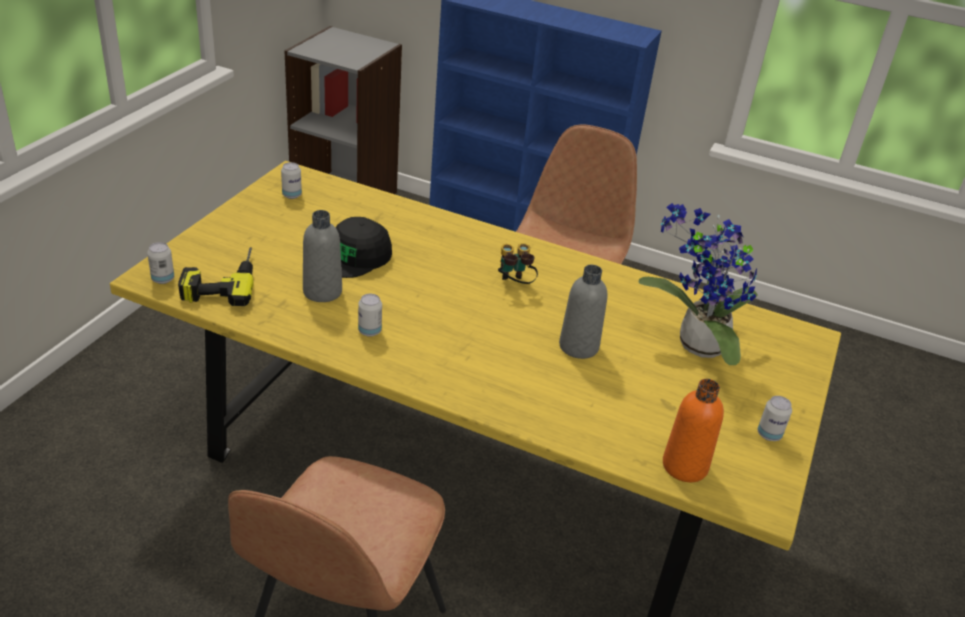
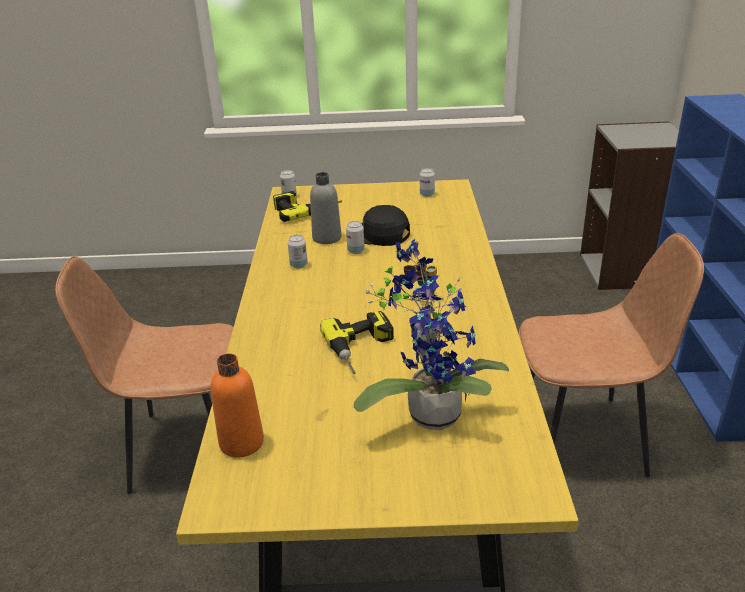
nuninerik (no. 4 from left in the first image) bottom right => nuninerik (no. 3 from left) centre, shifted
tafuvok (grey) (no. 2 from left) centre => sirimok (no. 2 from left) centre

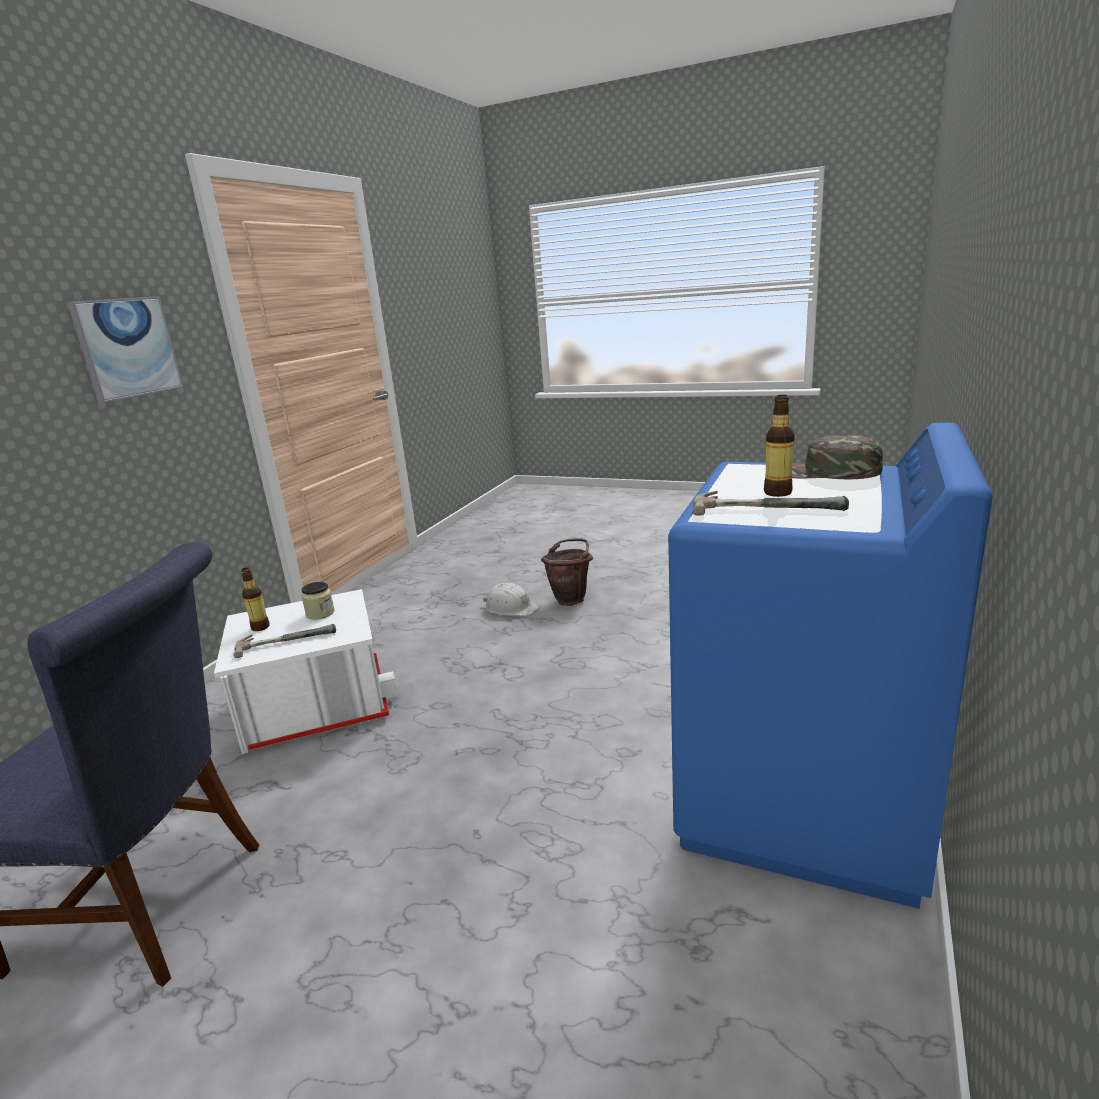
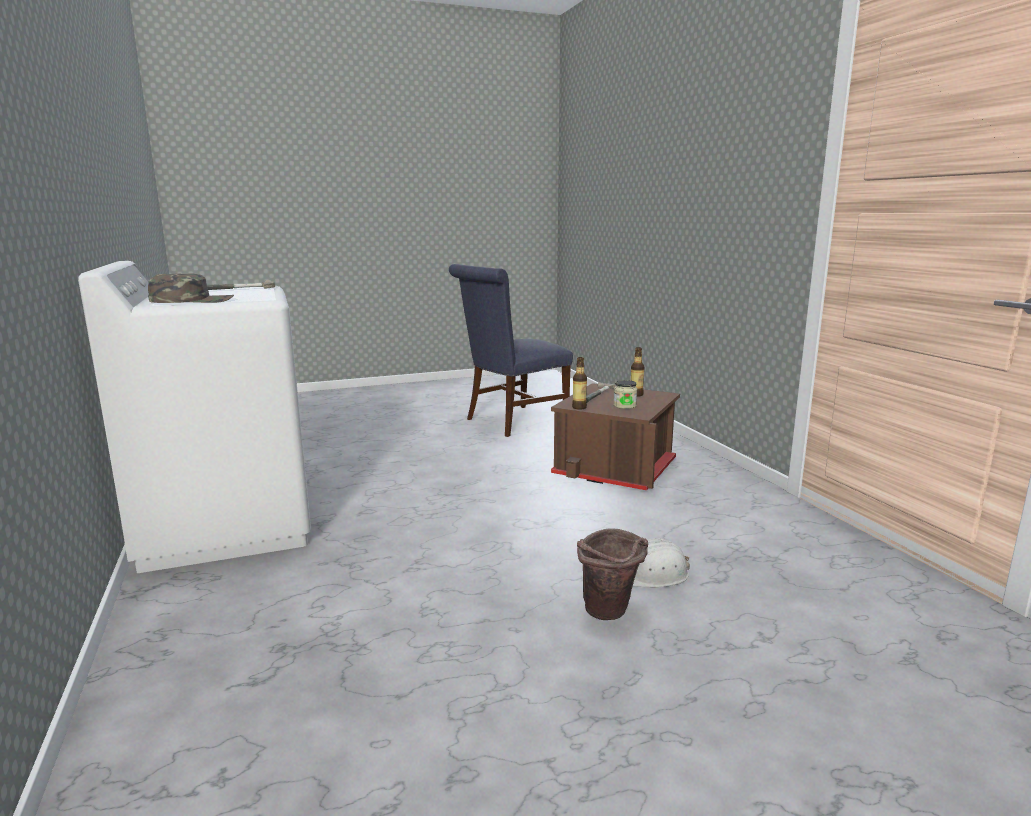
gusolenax top left => nothing
tafuvok (no. 2 from left in the first image) middle right => tafuvok (no. 1 from left) centre, shifted
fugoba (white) middle left => fugoba (brown) centre
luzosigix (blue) middle right => luzosigix (white) middle left

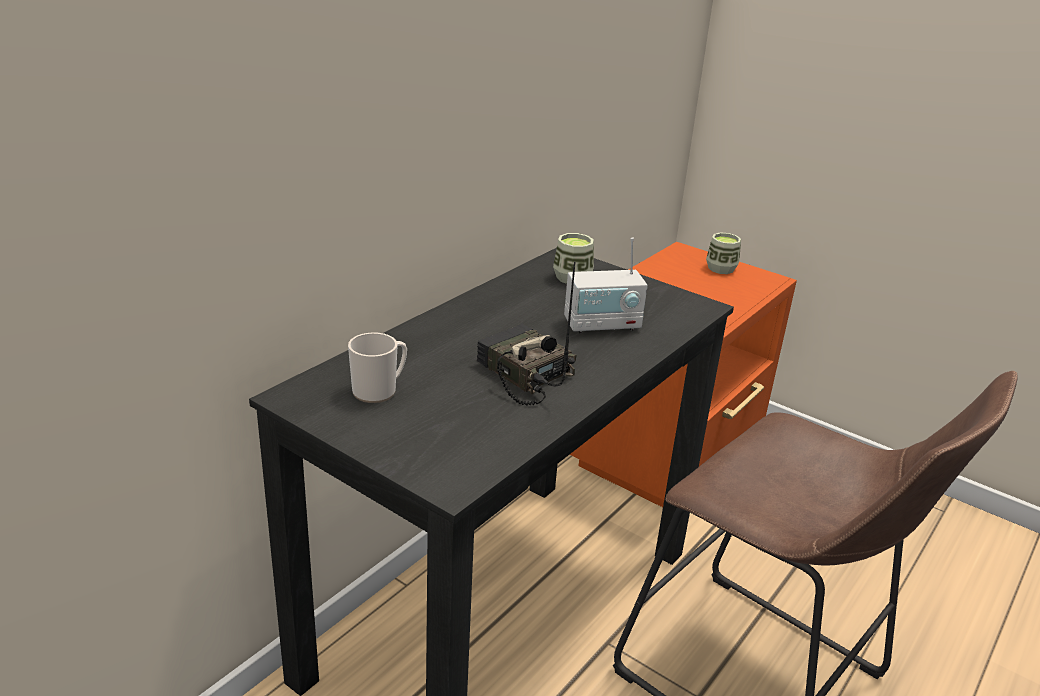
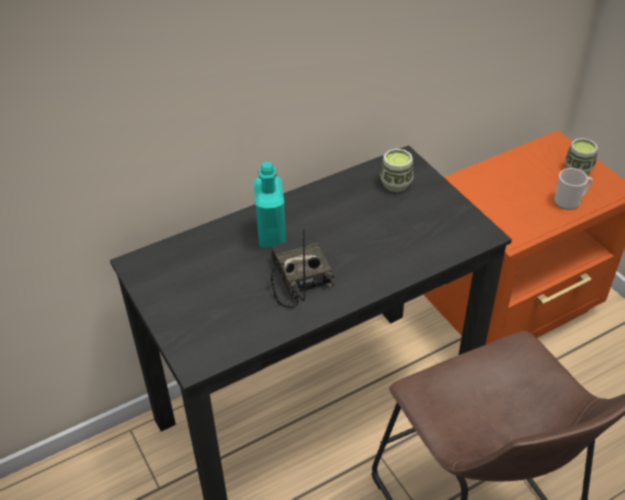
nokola (no. 2 from left) centre => nothing
nothing => tafuvok (turquoise) centre
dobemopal centre => dobemopal middle right, shifted

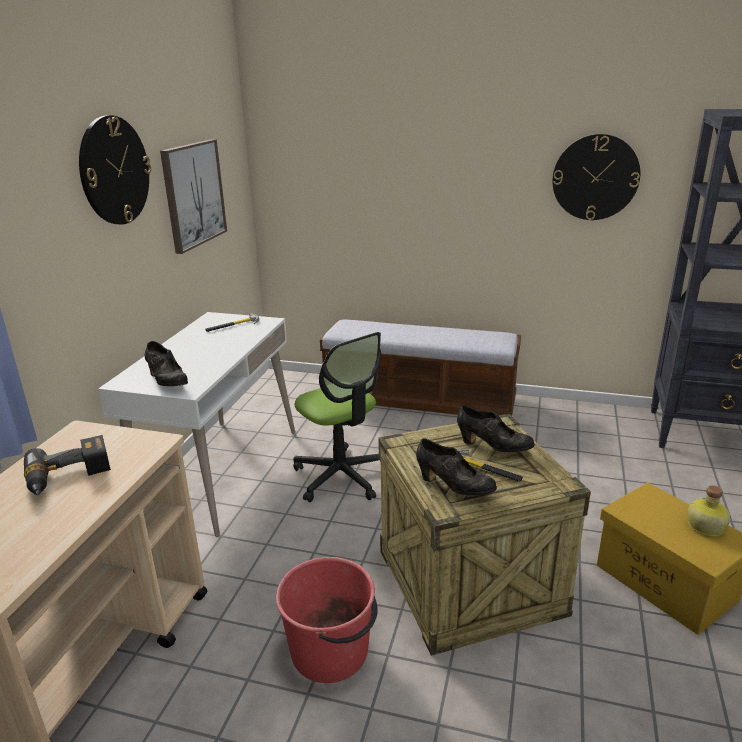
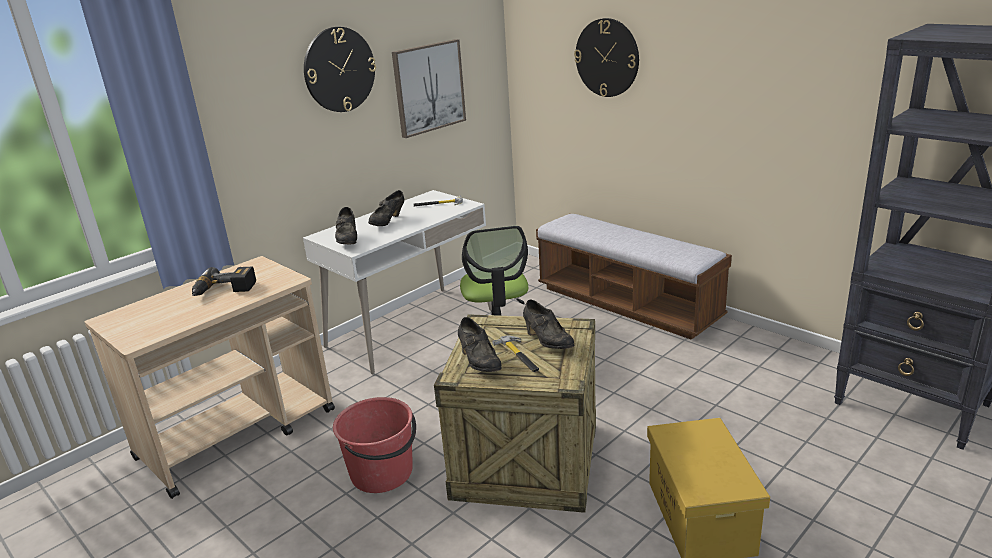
tafuvok bottom right => nothing
nothing => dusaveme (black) (no. 2 from left) centre
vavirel (no. 2 from left) top right => vavirel (no. 2 from left) top centre, shifted

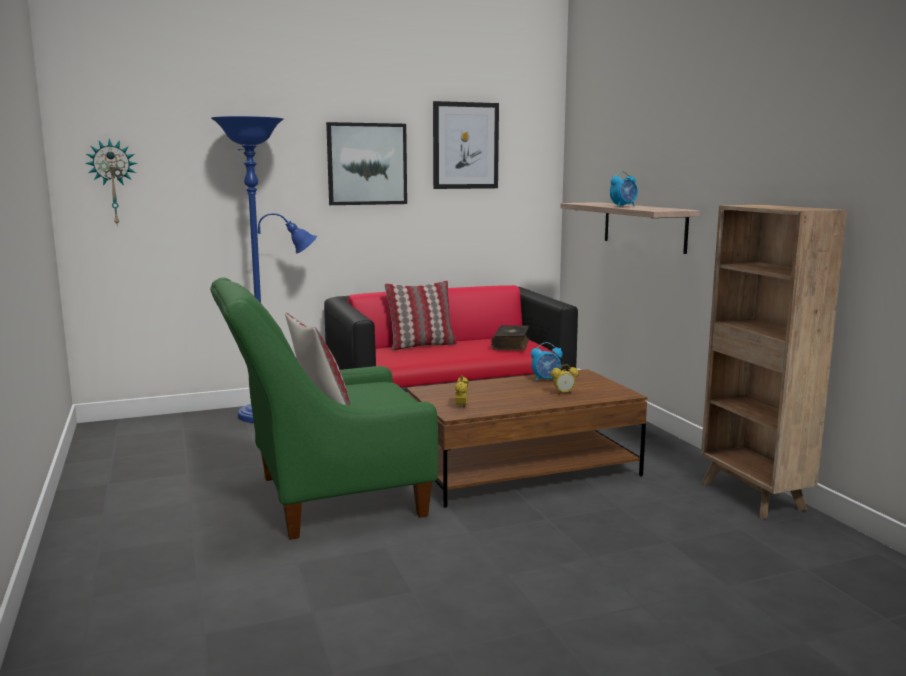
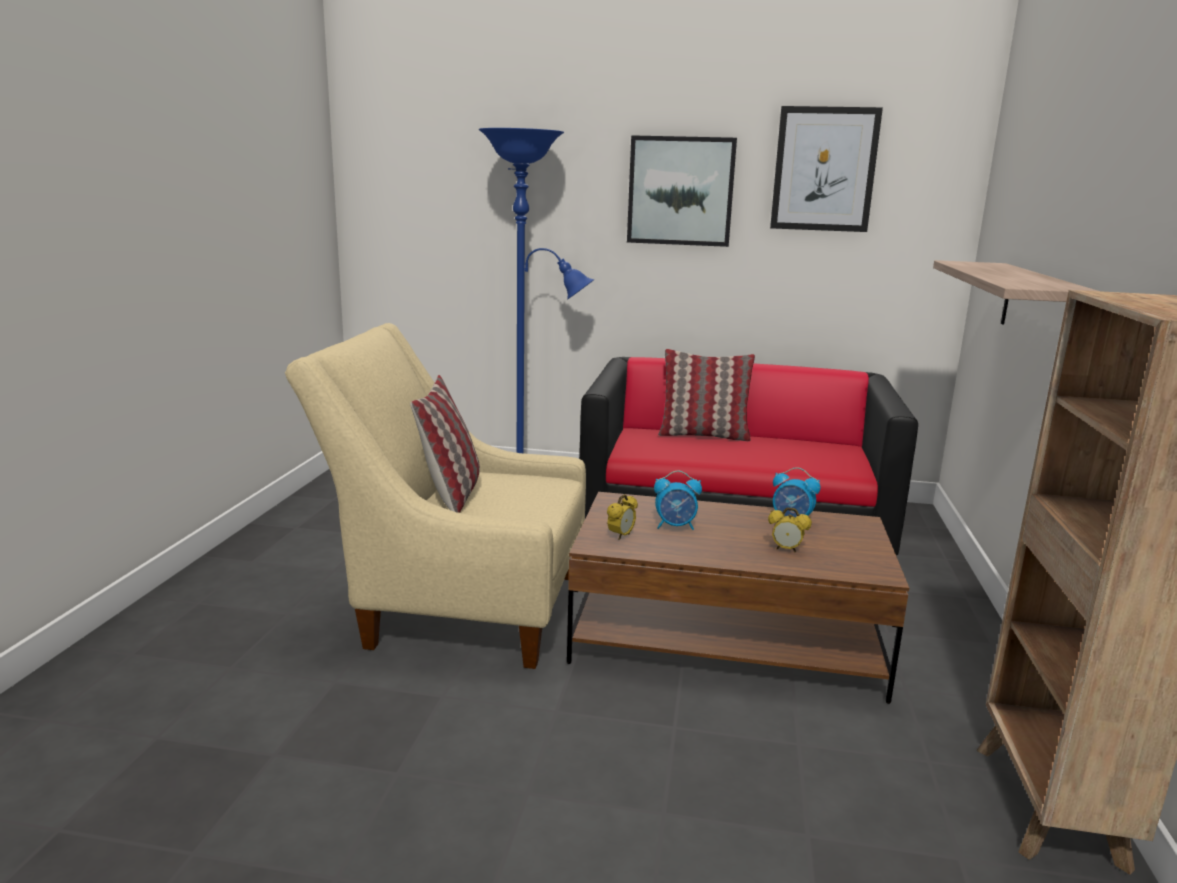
vavirel top left => nothing
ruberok centre => nothing
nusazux (no. 4 from left in the first image) top right => nusazux (no. 2 from left) centre, shifted
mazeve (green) centre => mazeve (beige) centre

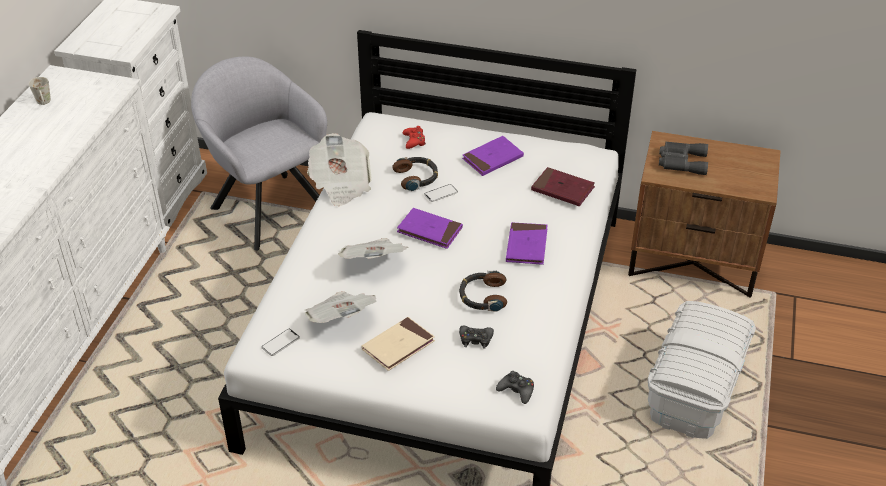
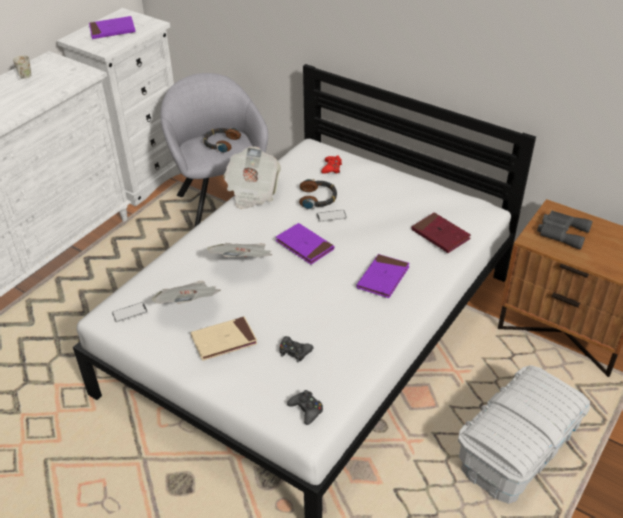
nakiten (no. 2 from left in the first image) centre => nakiten (no. 1 from left) top centre, shifted
ruberok (purple) (no. 2 from left in the first image) top centre => ruberok (purple) (no. 1 from left) top left, shifted

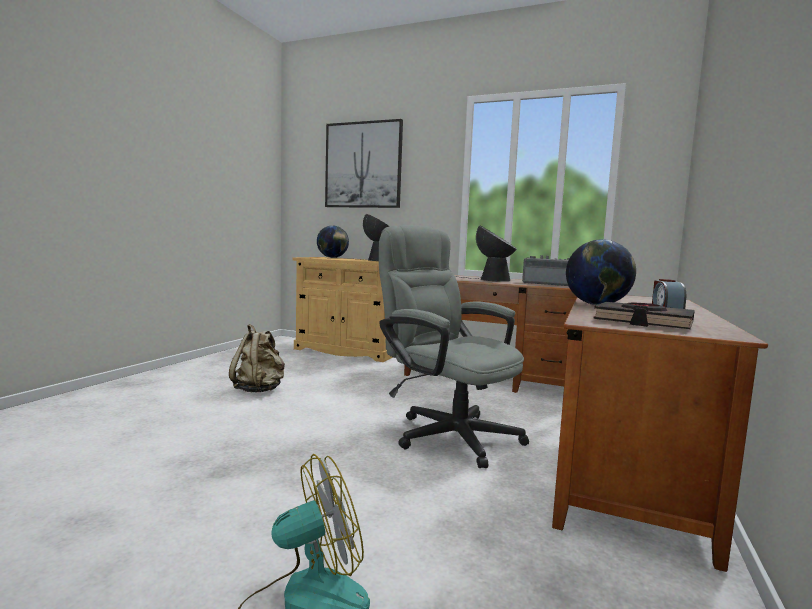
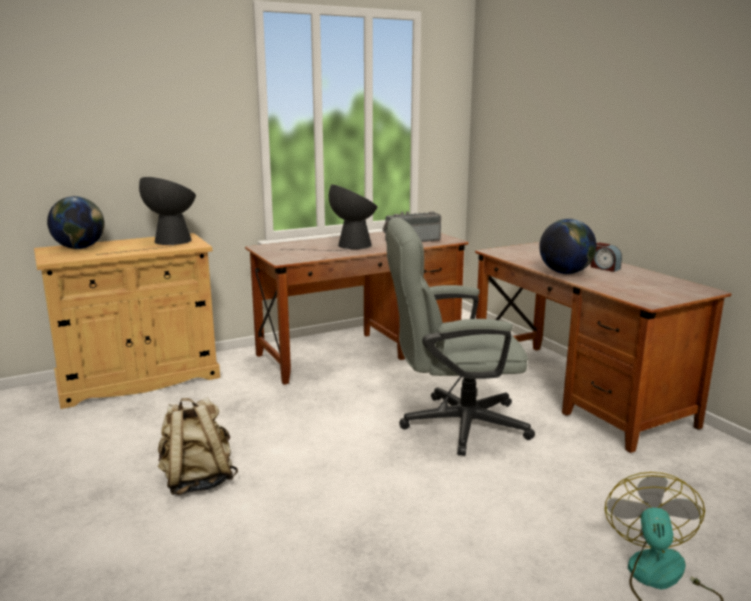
gusolenax top centre => nothing
ruberok (black) middle right => nothing

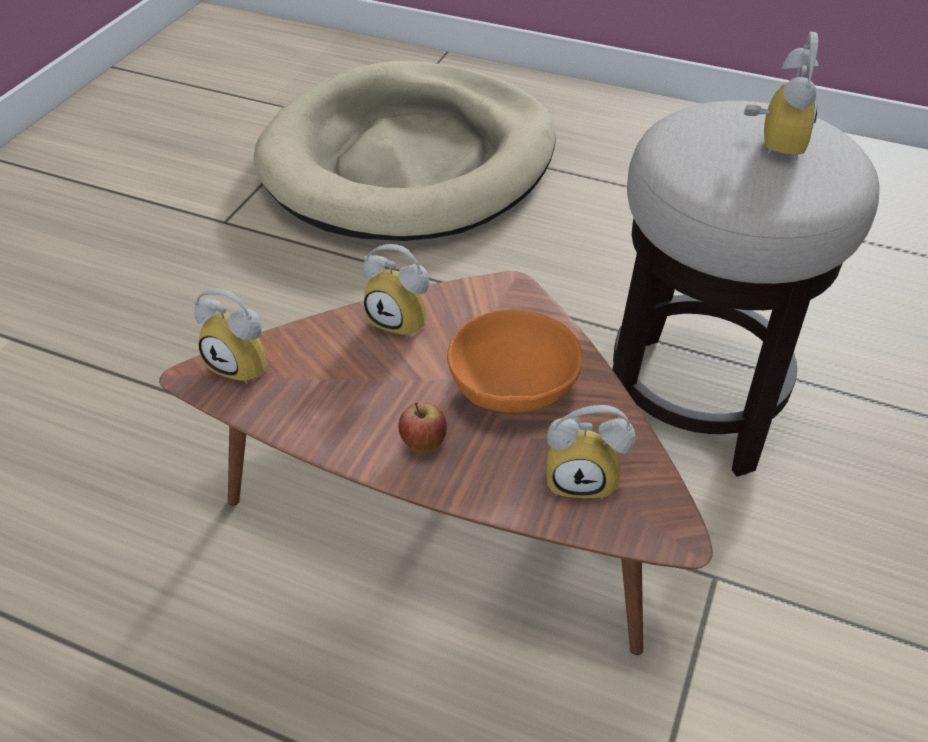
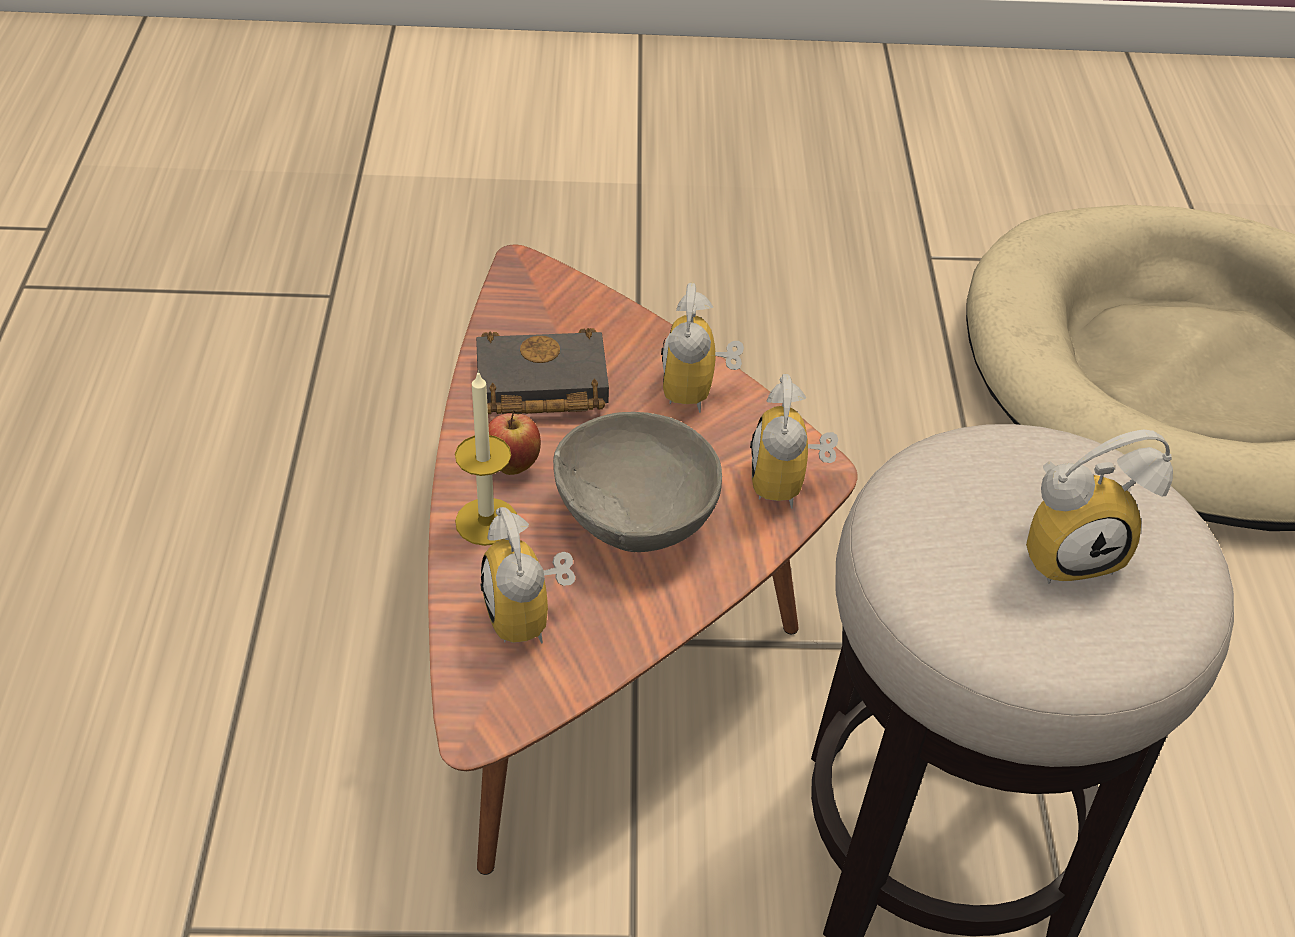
nothing => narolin centre
nothing => ruberok (black) centre
nusazux (no. 1 from left in the first image) middle left => nusazux (no. 3 from left) centre, shifted
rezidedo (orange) centre => rezidedo (grey) centre

